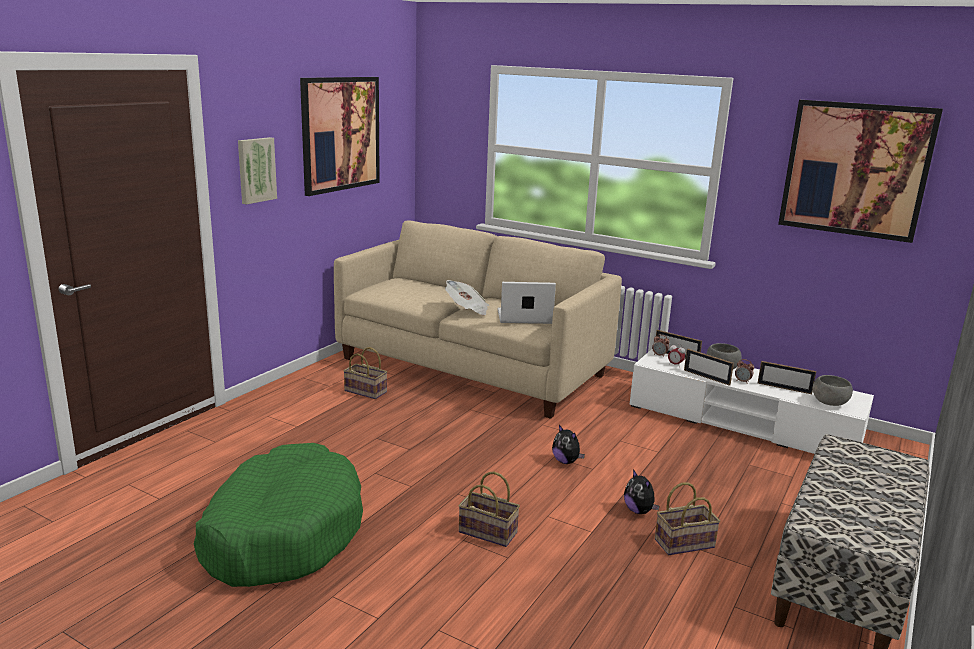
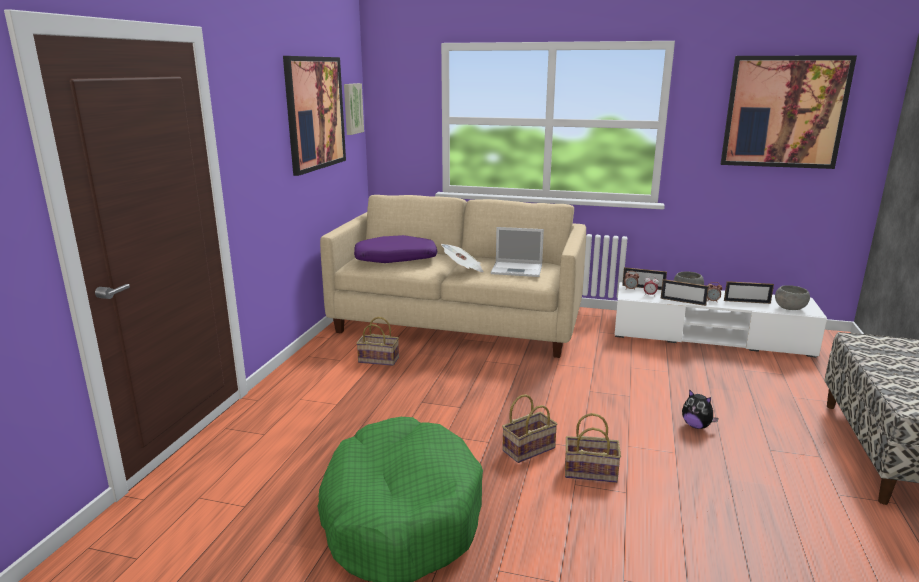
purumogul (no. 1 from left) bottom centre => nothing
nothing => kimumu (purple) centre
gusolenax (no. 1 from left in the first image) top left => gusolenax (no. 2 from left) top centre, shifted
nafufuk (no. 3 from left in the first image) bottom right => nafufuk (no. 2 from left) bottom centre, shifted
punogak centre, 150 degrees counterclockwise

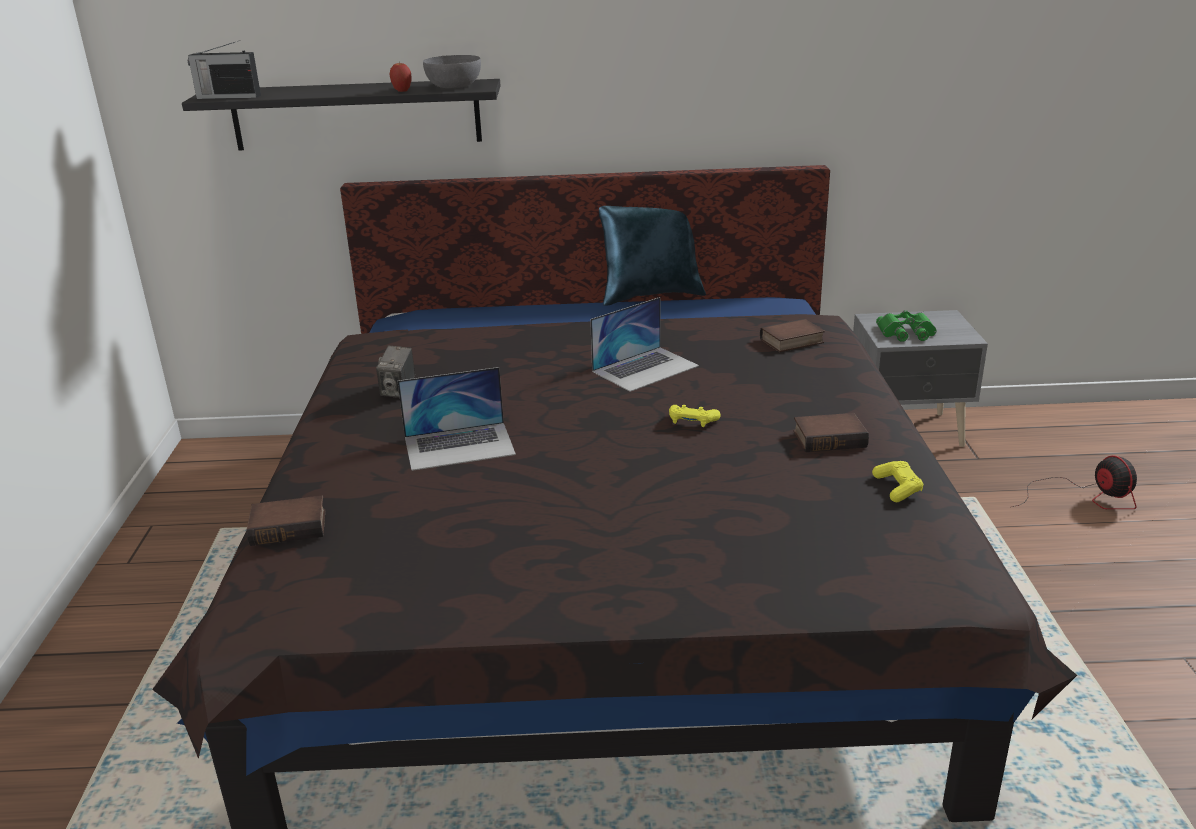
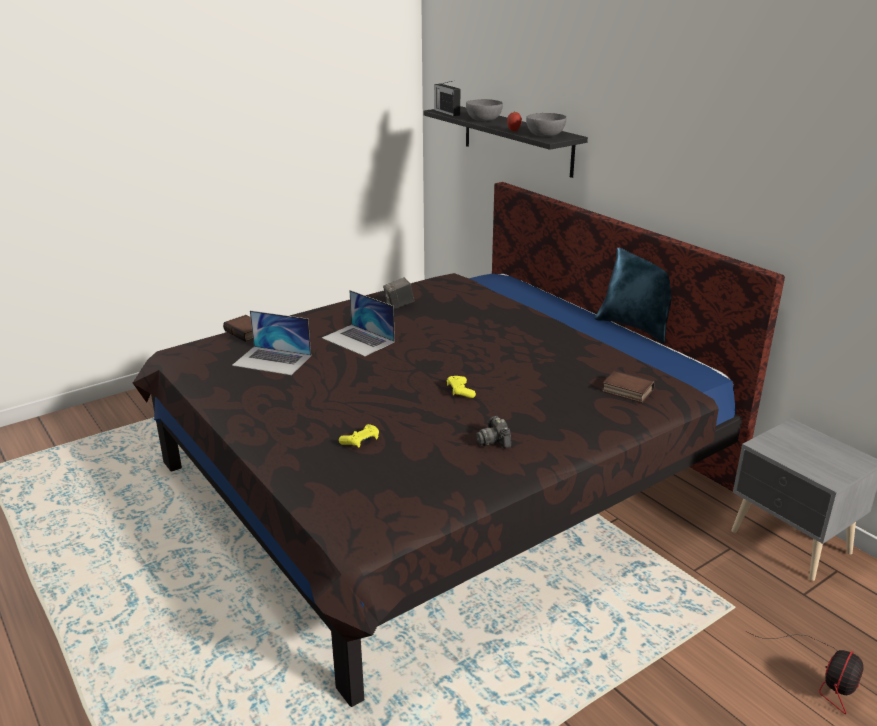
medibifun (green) middle right => nothing
nothing => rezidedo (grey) (no. 1 from left) top centre
punogak (no. 2 from left in the first image) centre => punogak (no. 1 from left) middle left, shifted
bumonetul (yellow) (no. 2 from left in the first image) middle right => bumonetul (yellow) (no. 1 from left) centre, shifted
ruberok (no. 3 from left) middle right => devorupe (no. 2 from left) centre

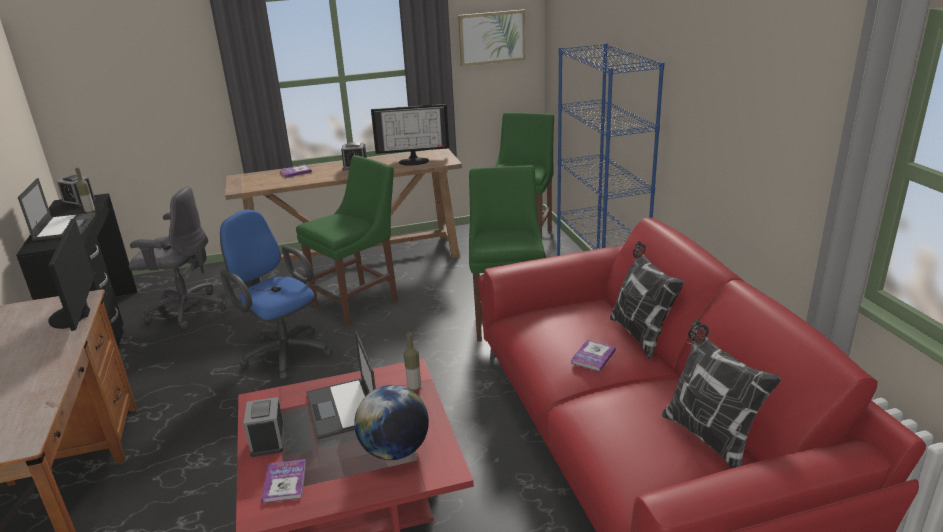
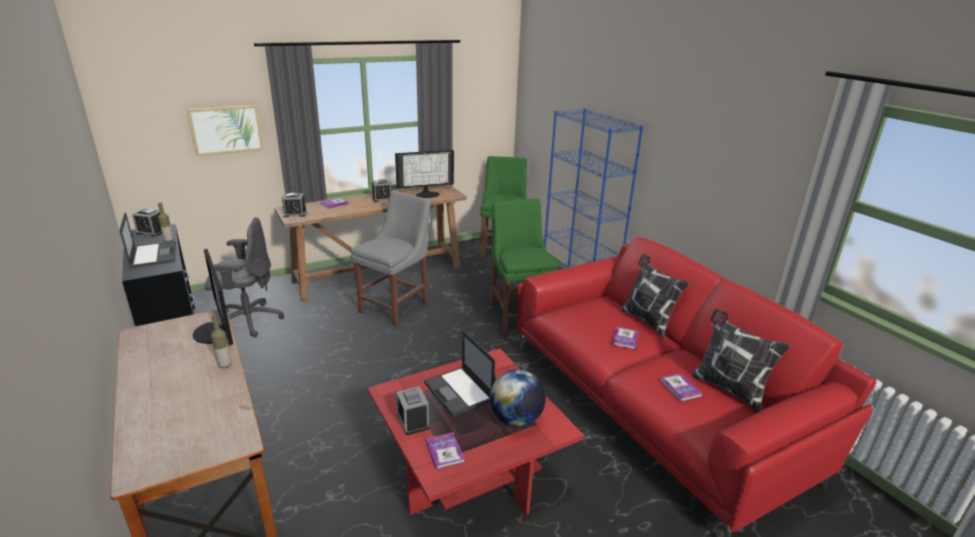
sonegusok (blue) middle left => nothing
nothing => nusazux (no. 2 from left) middle left
nothing => ruberok (no. 4 from left) bottom right
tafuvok (no. 2 from left) bottom centre => tafuvok (no. 2 from left) middle left, shifted
gusolenax top centre => gusolenax top left, shifted
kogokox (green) (no. 1 from left) centre => kogokox (grey) centre

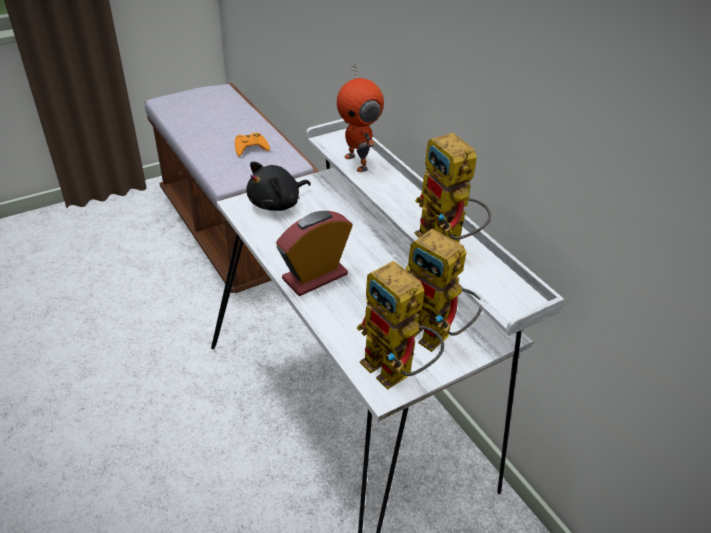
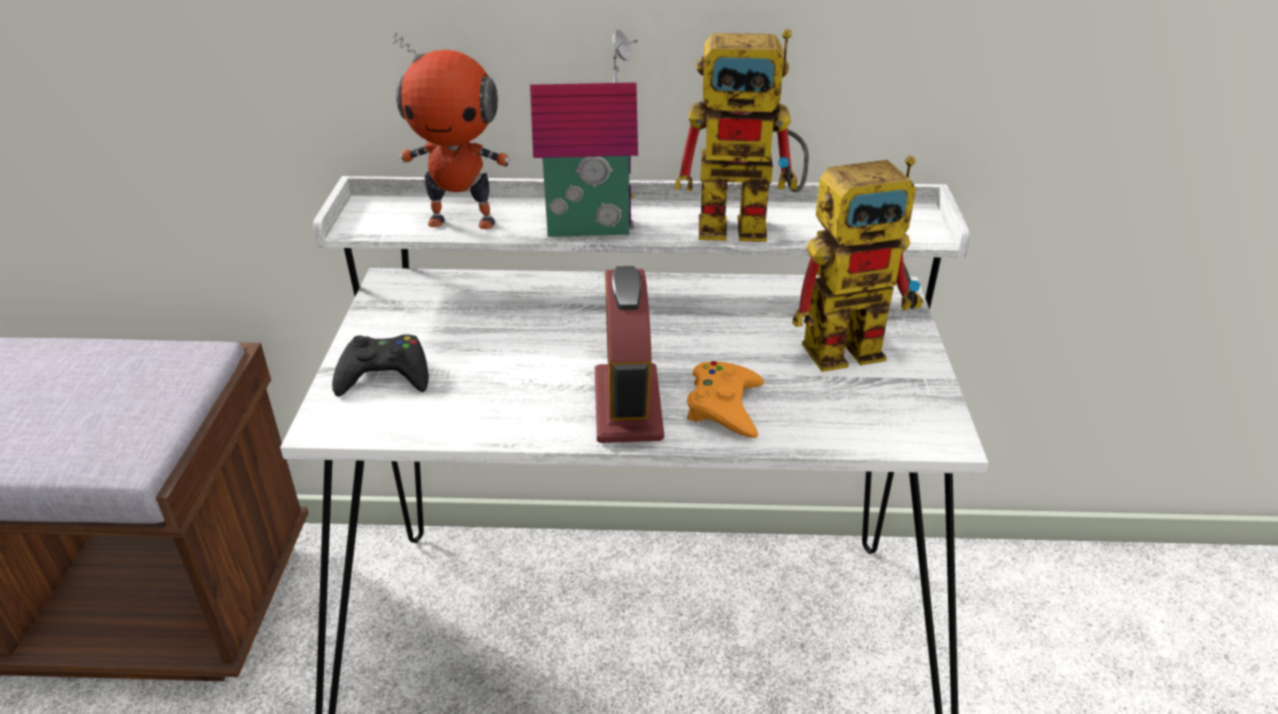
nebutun (no. 2 from left) centre => nothing
nothing => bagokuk top centre
bumonetul (orange) top centre => bumonetul (orange) centre, shifted
purumogul (black) centre => bumonetul (black) middle left

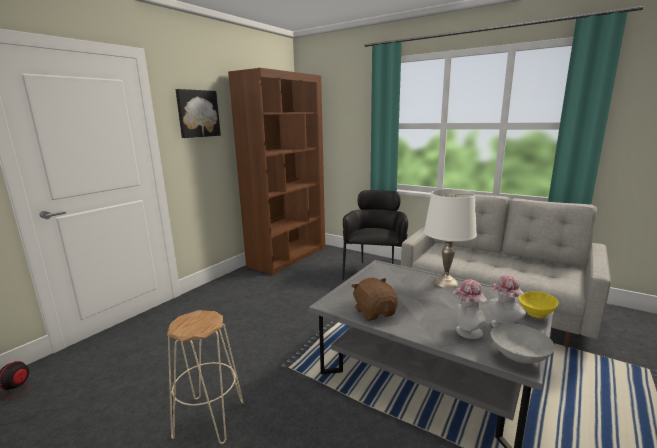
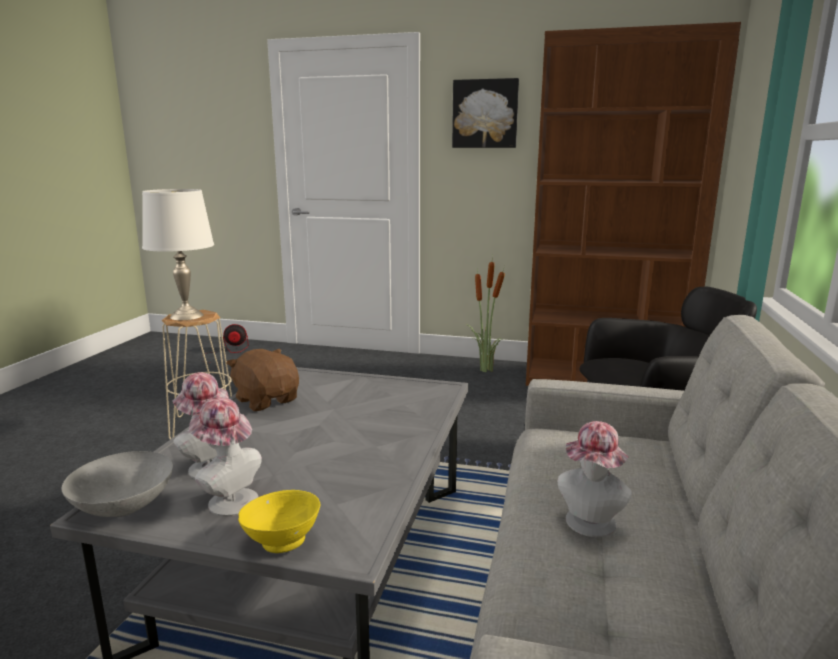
nothing => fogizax centre
nothing => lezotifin (no. 3 from left) bottom right
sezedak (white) middle right => sezedak (white) middle left, shifted
purumogul (brown) bottom centre => purumogul (brown) middle left, 90 degrees counterclockwise

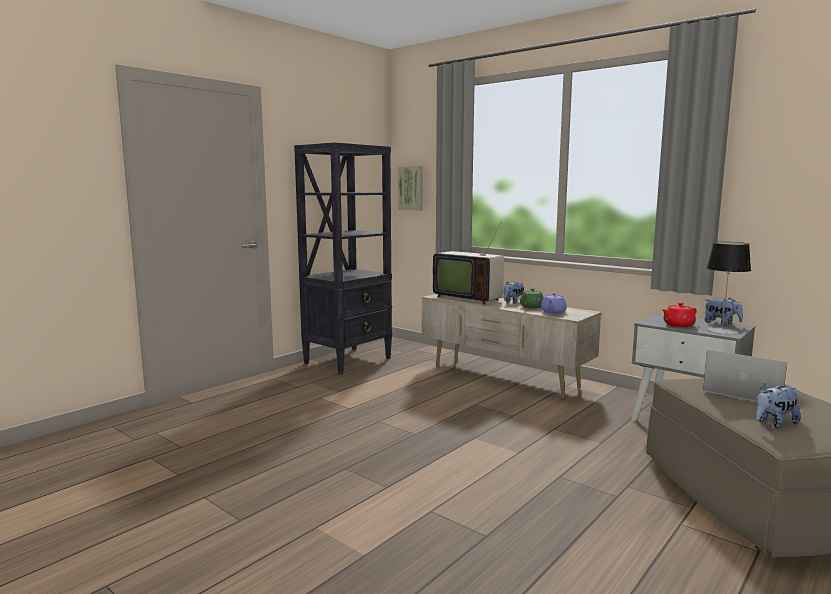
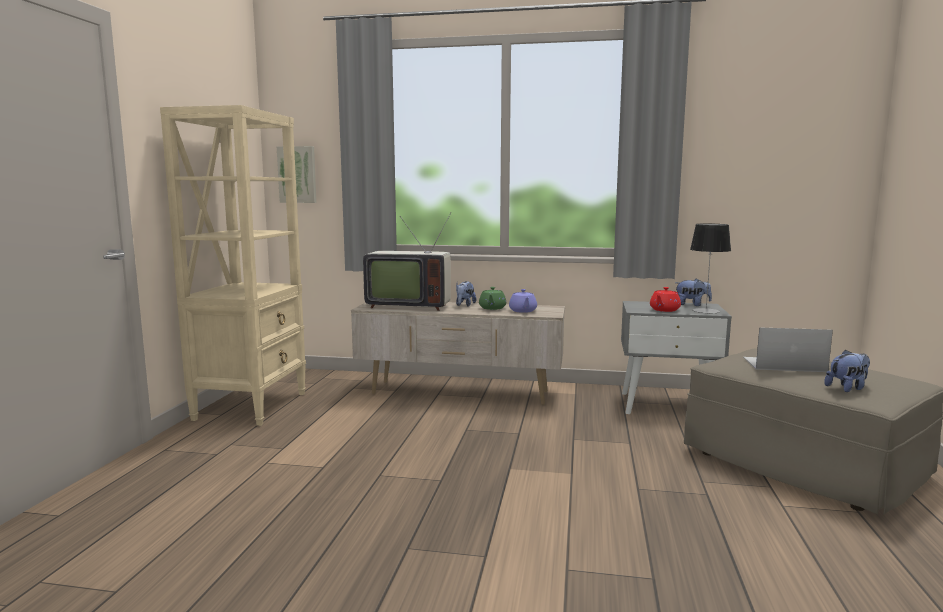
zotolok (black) centre => zotolok (beige) middle left
purumogul (no. 3 from left) bottom right => purumogul (no. 3 from left) middle right, 150 degrees counterclockwise

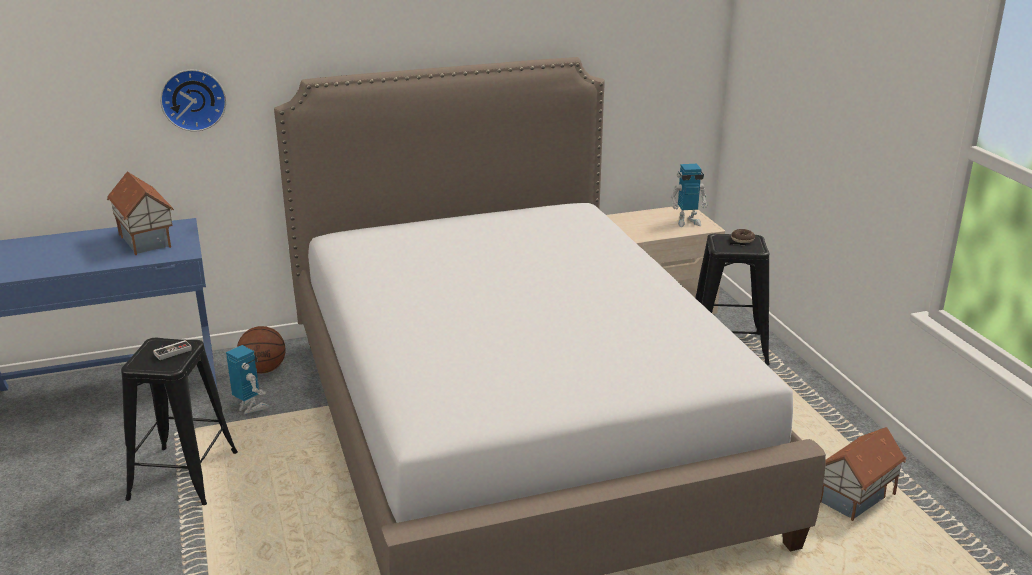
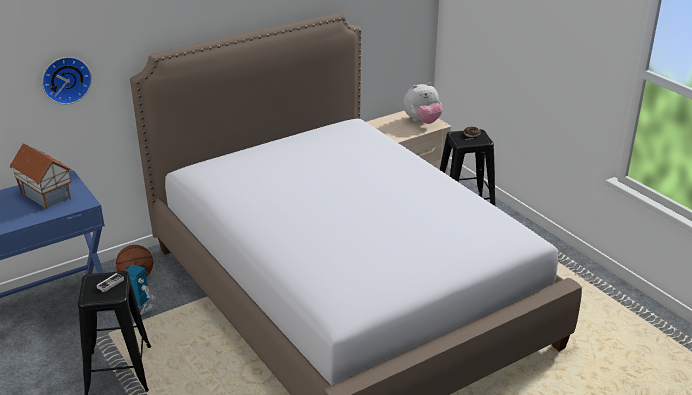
bagokuk (no. 2 from left) bottom right => nothing
nebutun (no. 2 from left) middle right => purumogul top centre

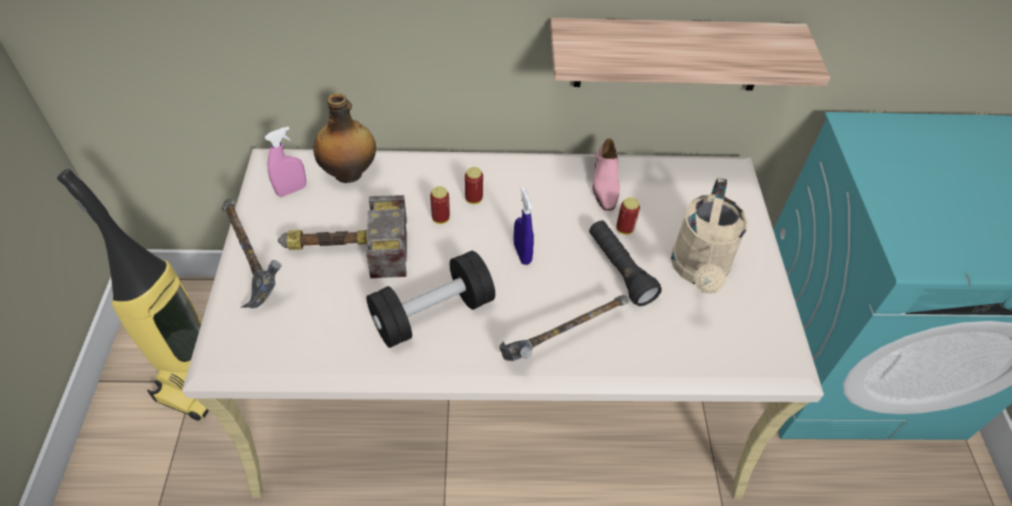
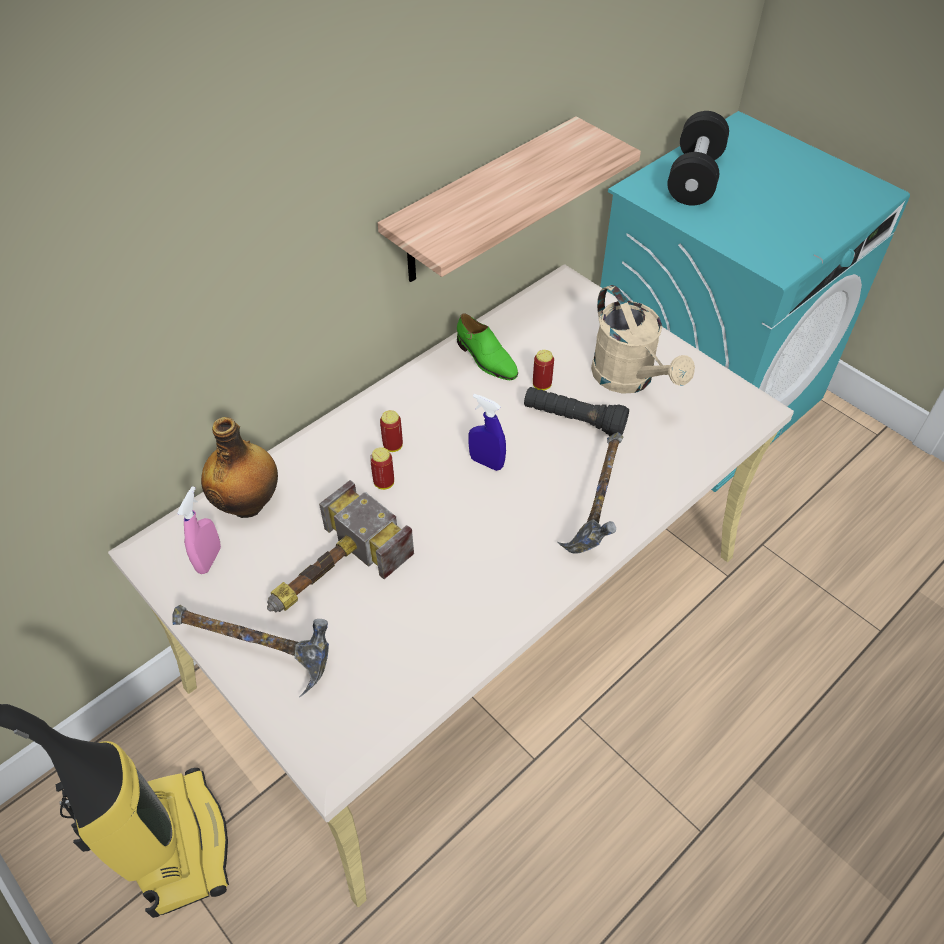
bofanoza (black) centre => bofanoza (black) top right, shifted
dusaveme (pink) centre => dusaveme (green) centre

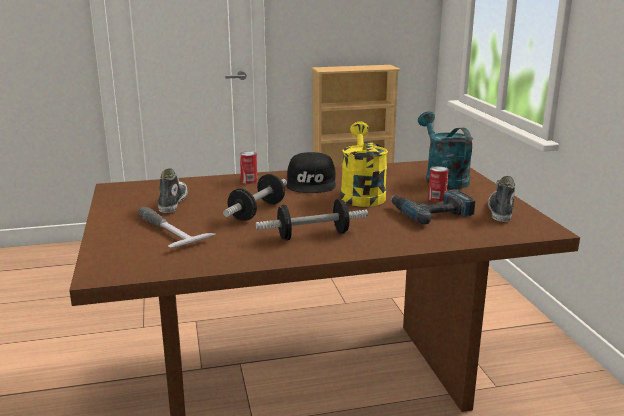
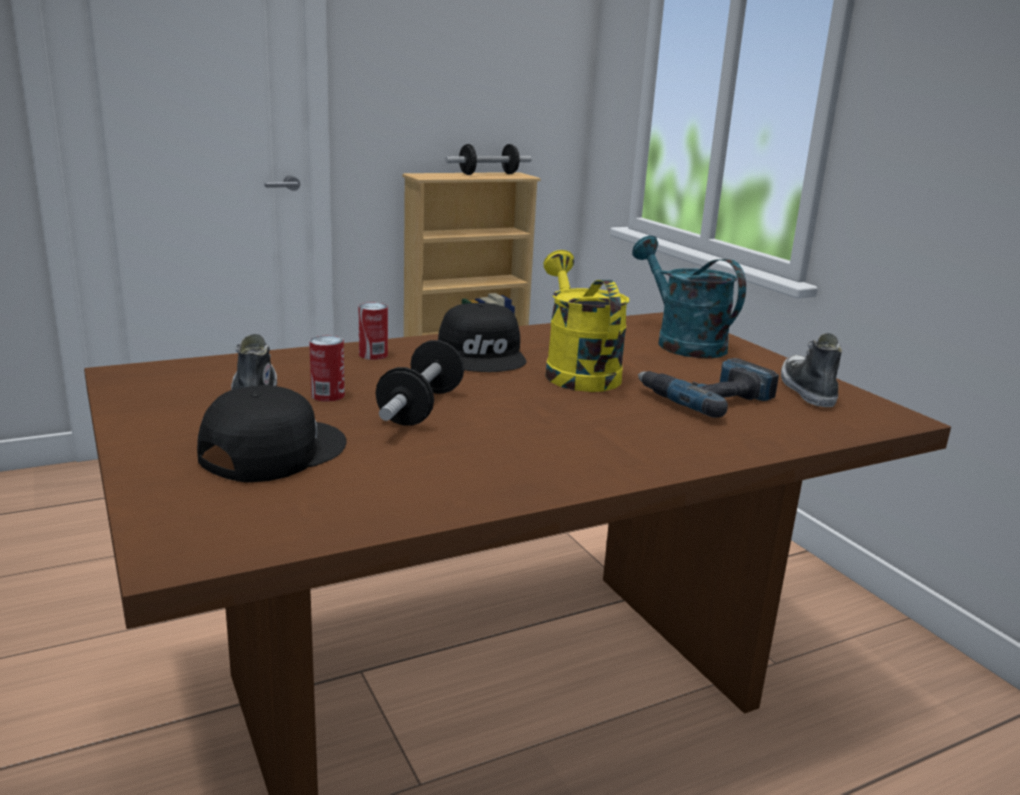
bofanoza (no. 2 from left) centre => bofanoza (no. 2 from left) top centre, shifted
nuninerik (no. 2 from left in the first image) middle right => nuninerik (no. 1 from left) middle left, shifted
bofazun middle left => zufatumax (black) (no. 1 from left) middle left

